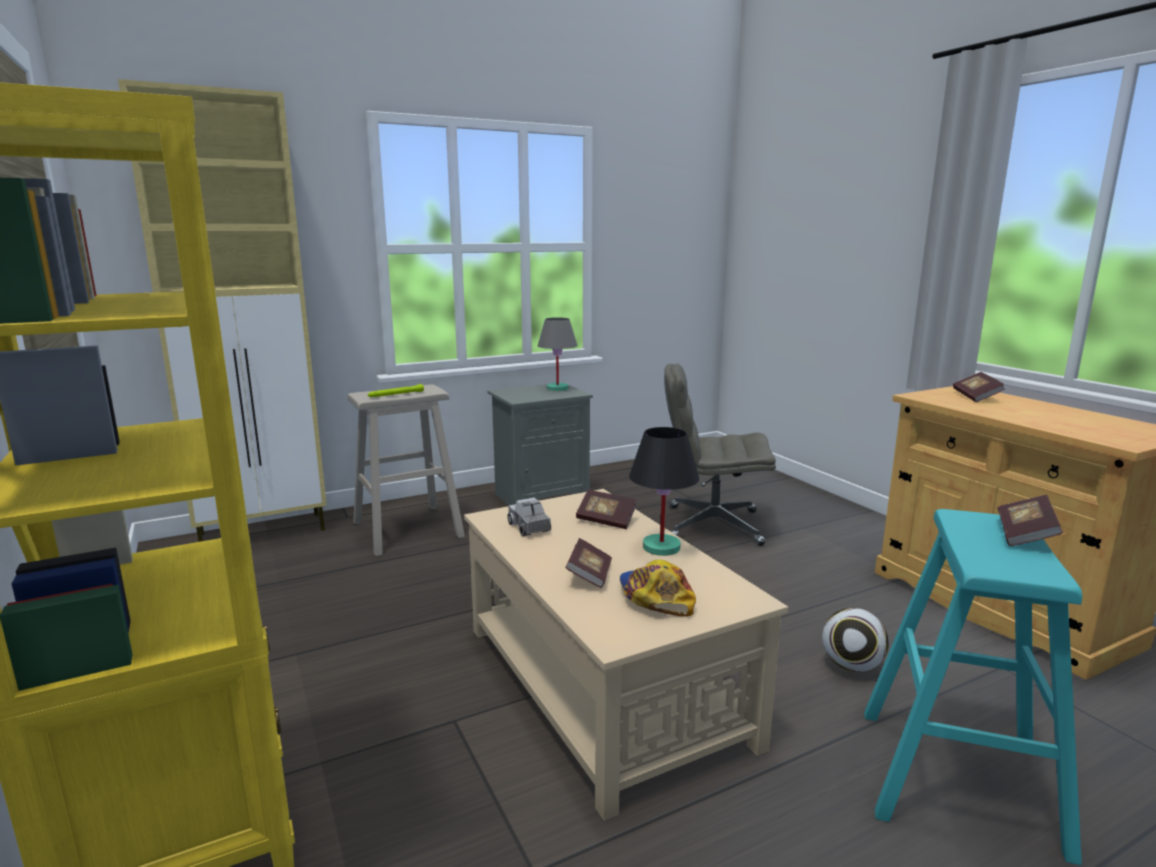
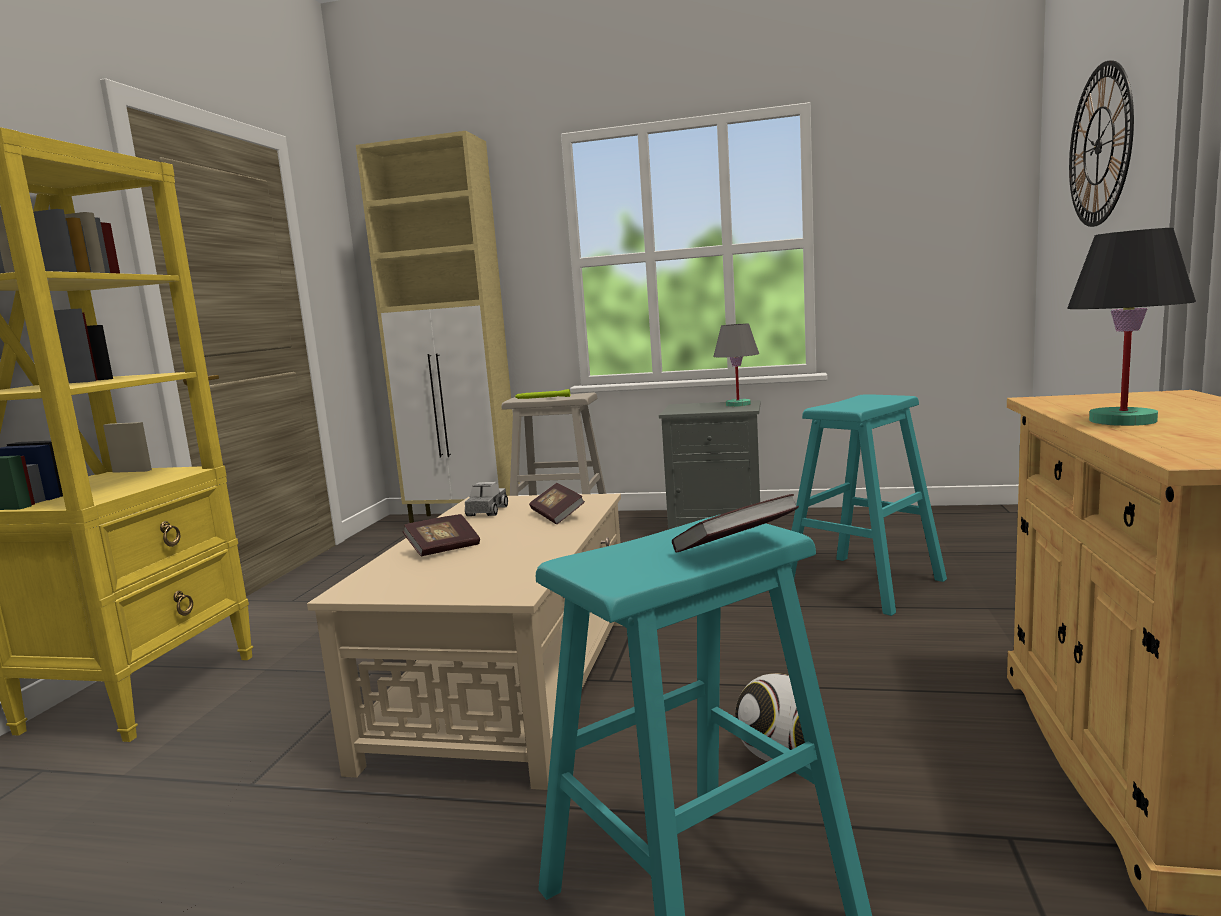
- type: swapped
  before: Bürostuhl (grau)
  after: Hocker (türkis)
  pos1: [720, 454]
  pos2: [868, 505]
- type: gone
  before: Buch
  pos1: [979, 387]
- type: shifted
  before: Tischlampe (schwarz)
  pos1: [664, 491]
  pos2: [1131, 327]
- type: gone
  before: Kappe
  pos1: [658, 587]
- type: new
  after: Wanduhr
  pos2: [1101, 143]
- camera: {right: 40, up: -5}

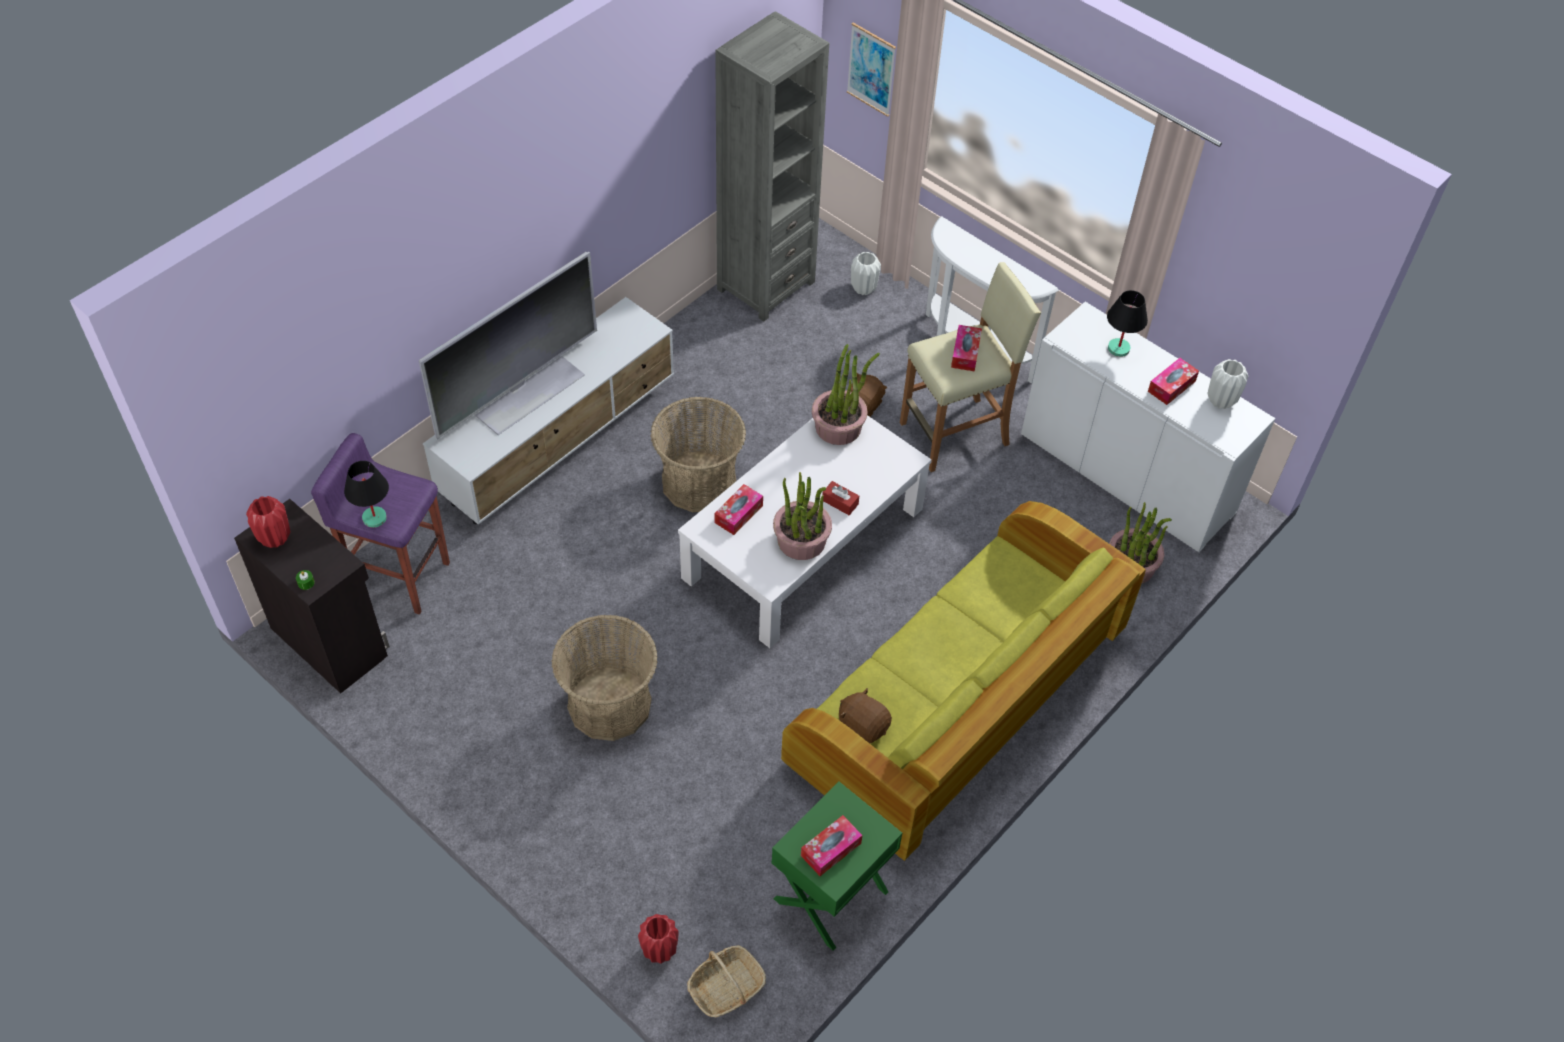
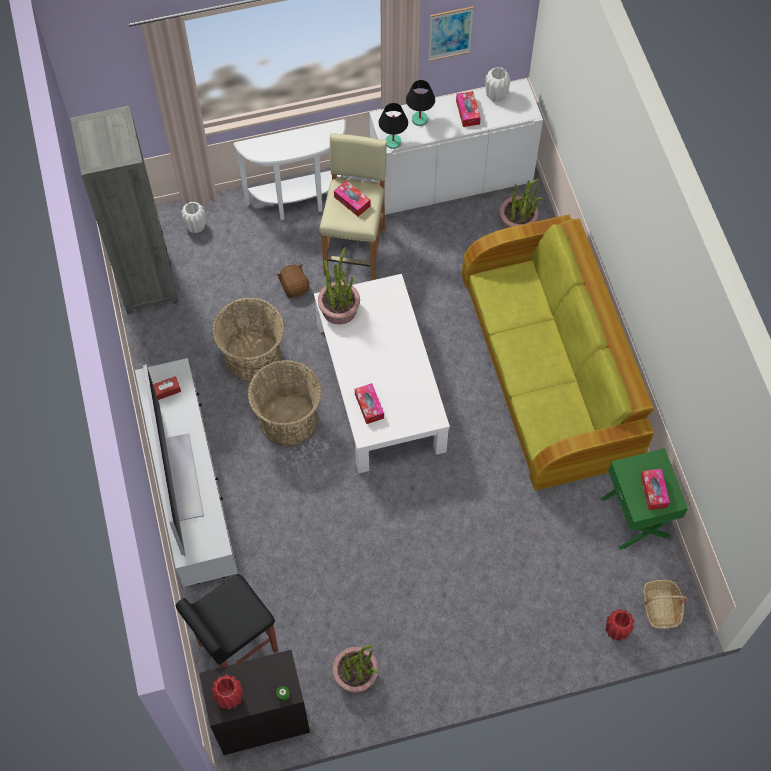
- type: shifted
  before: Bild
  pos1: [871, 70]
  pos2: [451, 33]
- type: repainted
  before: Hocker (lila)
  after: Hocker (schwarz)
  pos1: [380, 523]
  pos2: [227, 621]
- type: shifted
  before: Tischlampe (schwarz)
  pos1: [366, 494]
  pos2: [393, 126]
- type: shifted
  before: Topfpflanze
  pos1: [802, 516]
  pos2: [355, 669]
- type: shifted
  before: Taschentuchbox (rot)
  pos1: [840, 498]
  pos2: [167, 388]
- type: shifted
  before: Korb
  pos1: [604, 677]
  pos2: [248, 339]
- type: gone
  before: Plüschtier (braun)
  pos1: [865, 715]
- camera: {right: -55, up: 10}

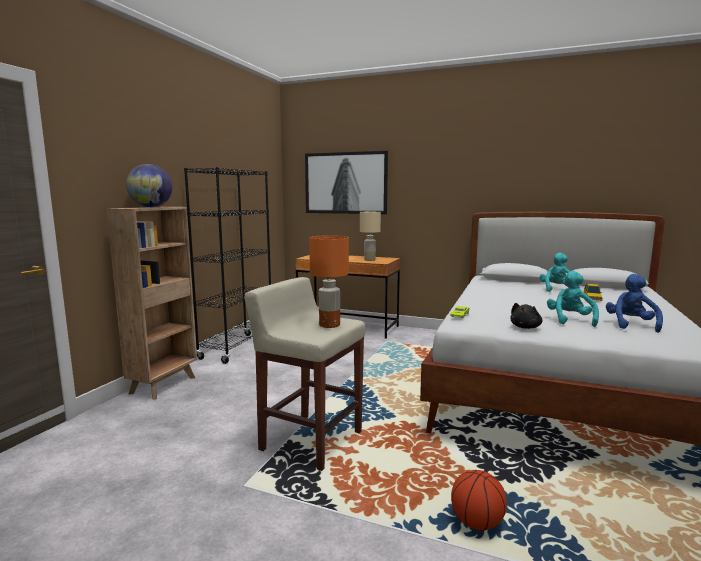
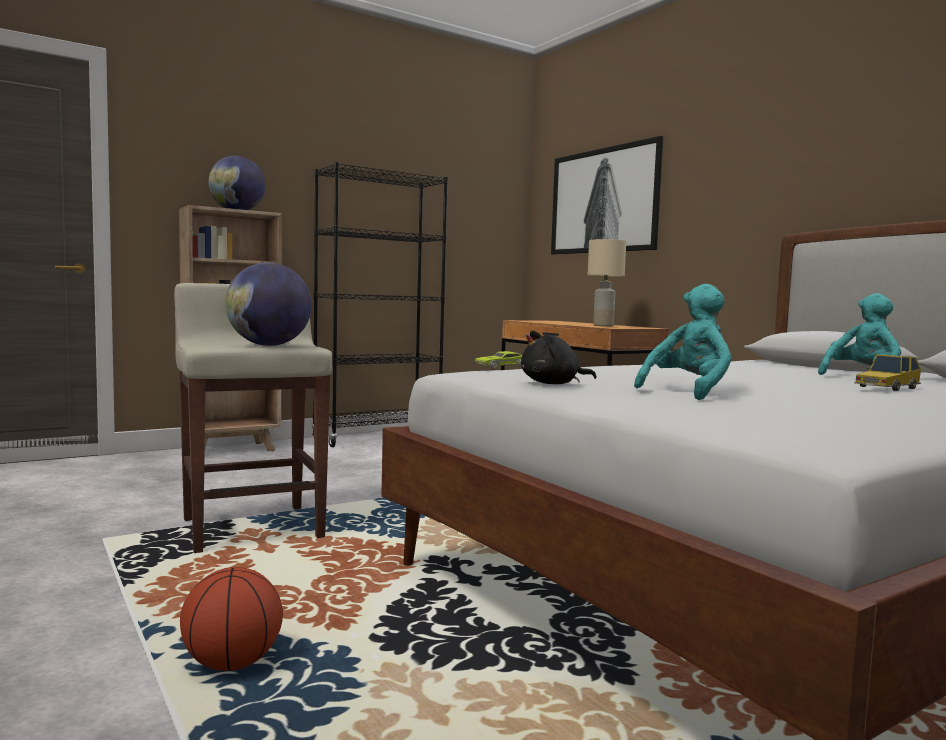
- type: swapped
  before: Tischlampe (orange)
  after: Globus
  pos1: [329, 281]
  pos2: [268, 304]
- type: gone
  before: Plüschtier (blau)
  pos1: [634, 303]
- camera: {right: 35, up: -5}

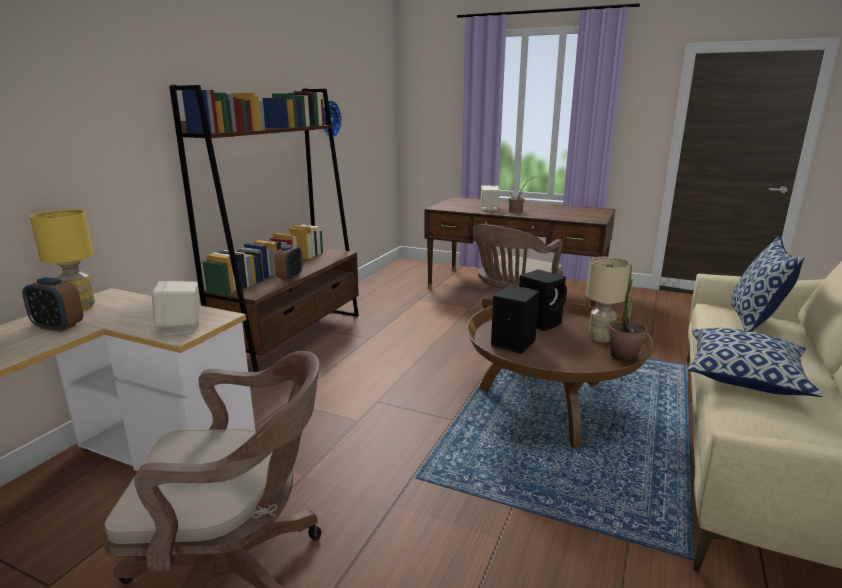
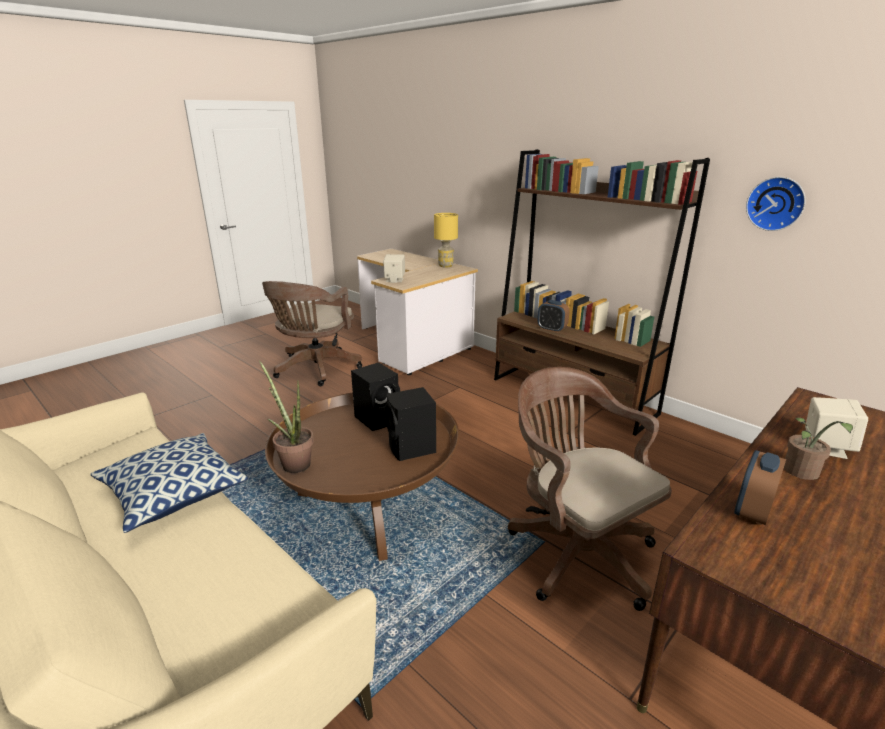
- type: gone
  before: Kissen
  pos1: [767, 284]
- type: gone
  before: Tischlampe (beige)
  pos1: [608, 300]
- type: shifted
  before: Wecker
  pos1: [53, 305]
  pos2: [760, 487]
- camera: {right: 110, up: 5}

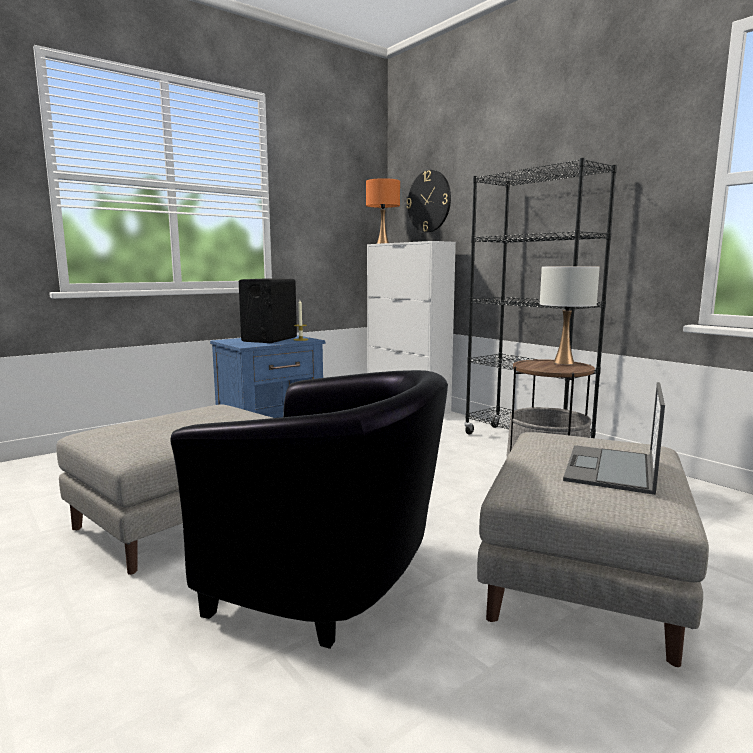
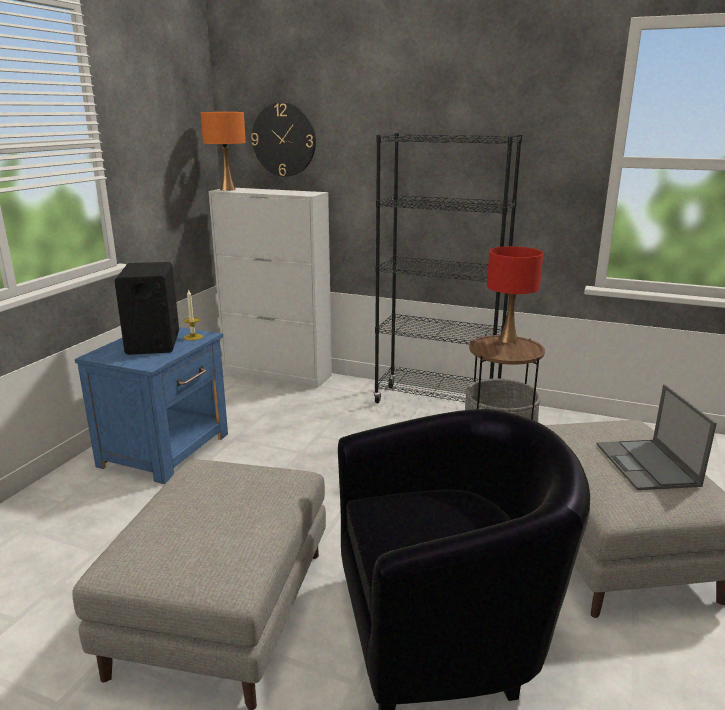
- type: repainted
  before: Tischlampe (weiß)
  after: Tischlampe (rot)
  pos1: [570, 316]
  pos2: [515, 294]
- camera: {right: -30, up: 10}

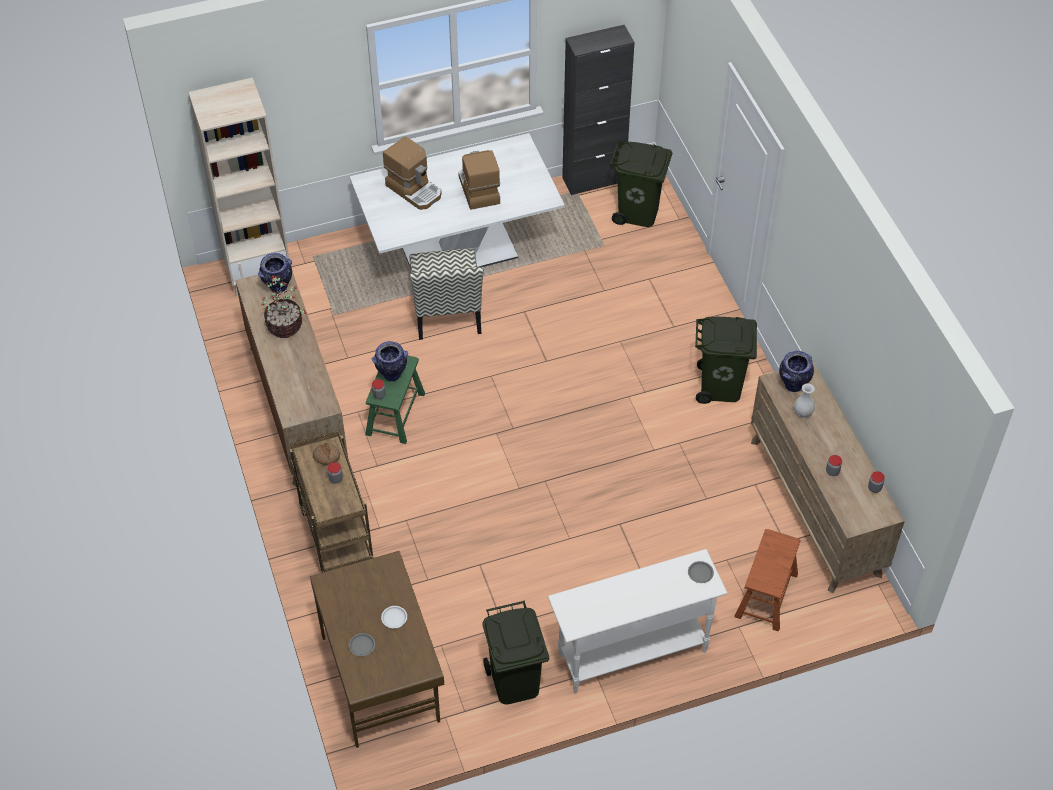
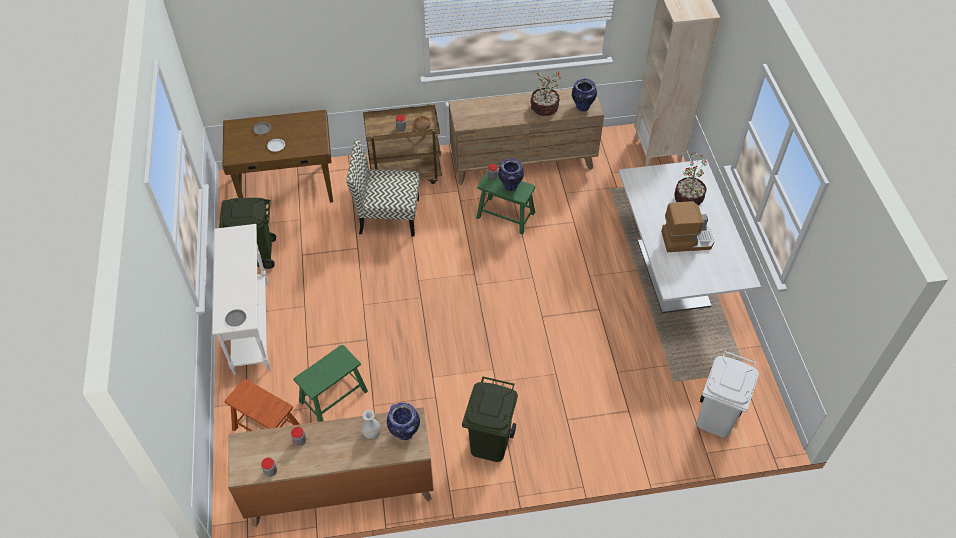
- type: gone
  before: Schrank (schwarz)
  pos1: [598, 110]
- type: swapped
  before: Kaffeemaschine
  after: Topfpflanze
  pos1: [412, 173]
  pos2: [690, 179]
- type: repainted
  before: Mülleimer (grün)
  after: Mülleimer (weiß)
  pos1: [641, 184]
  pos2: [728, 394]
- type: shifted
  before: Stuhl
  pos1: [447, 294]
  pos2: [383, 187]
- type: new
  after: Hocker (grün)
  pos2: [330, 383]
- camera: {right: 100, up: 0}

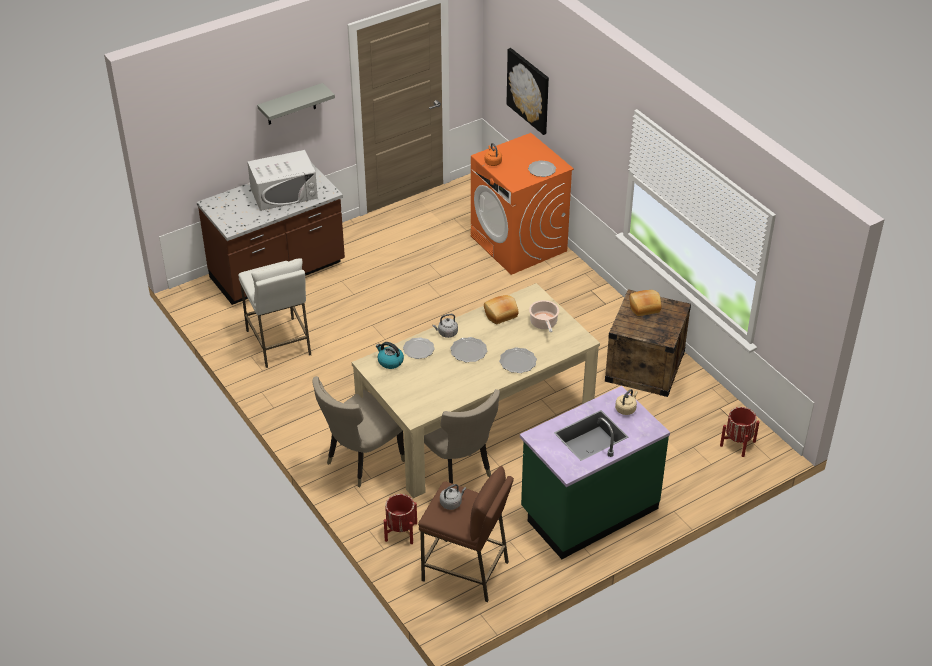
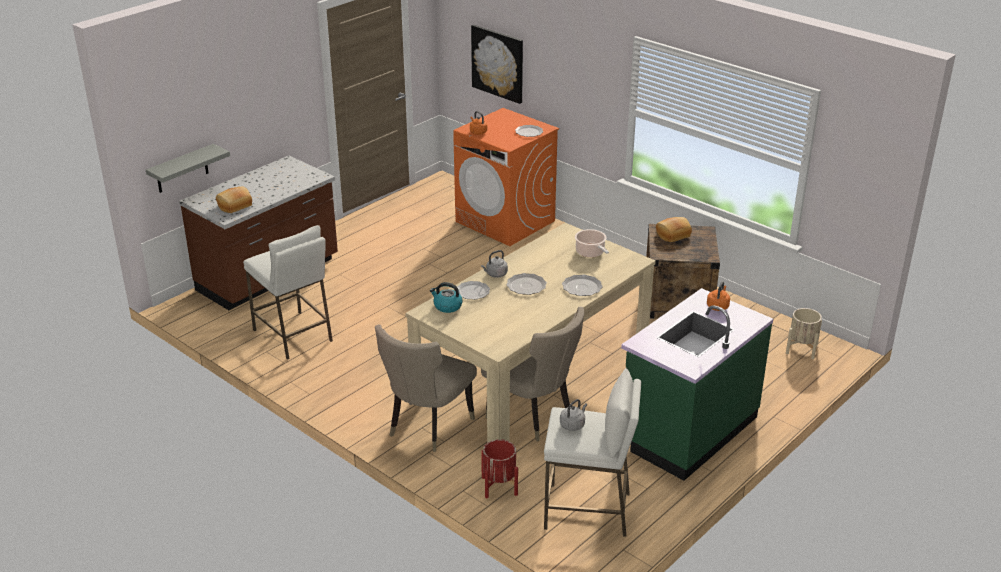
- type: shifted
  before: Wandregal (grau)
  pos1: [296, 104]
  pos2: [188, 168]
- type: gone
  before: Mikrowelle (weiß)
  pos1: [282, 180]
- type: shifted
  before: Brot
  pos1: [501, 309]
  pos2: [234, 200]
- type: repainted
  before: Wasserkessel (beige)
  after: Wasserkessel (orange)
  pos1: [626, 402]
  pos2: [718, 296]
- type: repainted
  before: Pflanzkübel (rot)
  after: Pflanzkübel (beige)
  pos1: [739, 432]
  pos2: [804, 333]
- type: repainted
  before: Hocker (braun)
  after: Hocker (weiß)
  pos1: [466, 534]
  pos2: [592, 452]
- camera: {right: -15, up: -10}

